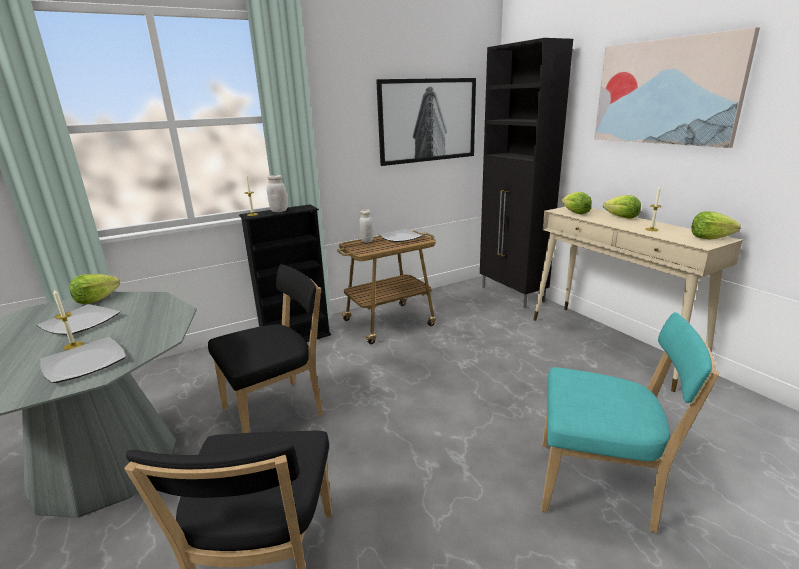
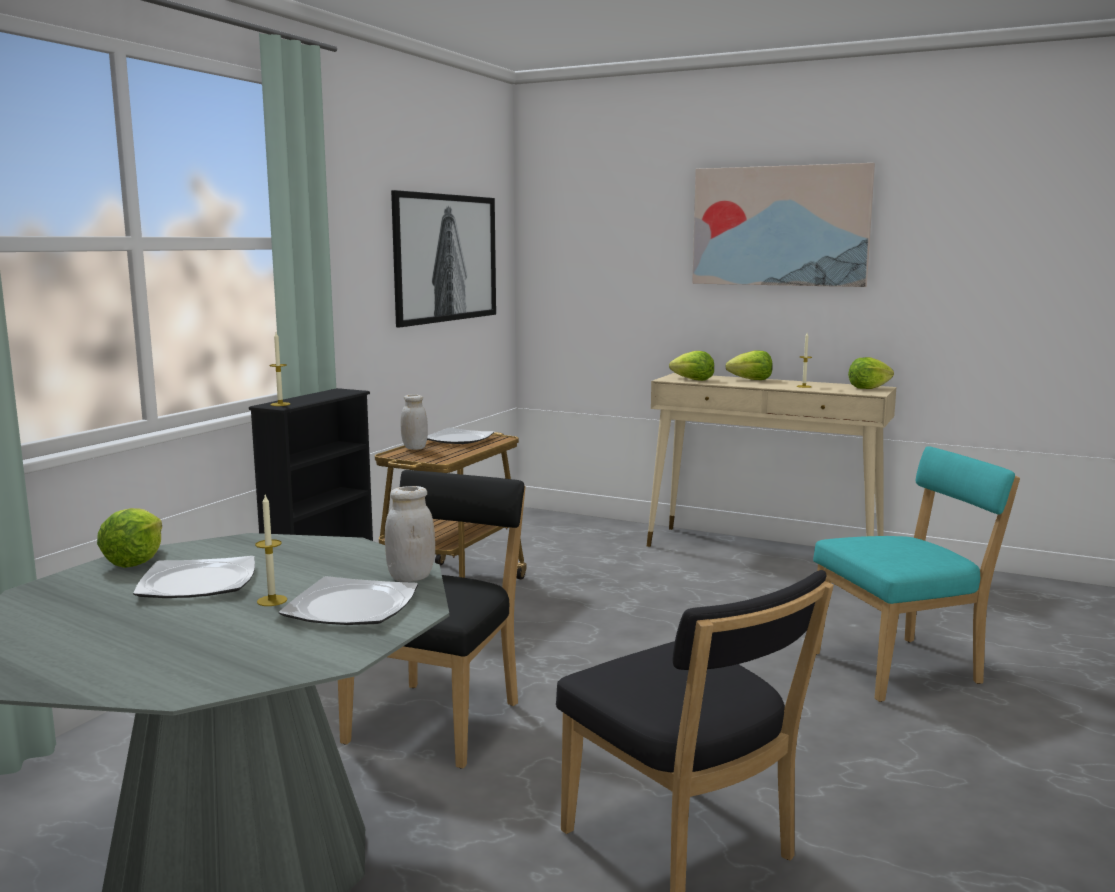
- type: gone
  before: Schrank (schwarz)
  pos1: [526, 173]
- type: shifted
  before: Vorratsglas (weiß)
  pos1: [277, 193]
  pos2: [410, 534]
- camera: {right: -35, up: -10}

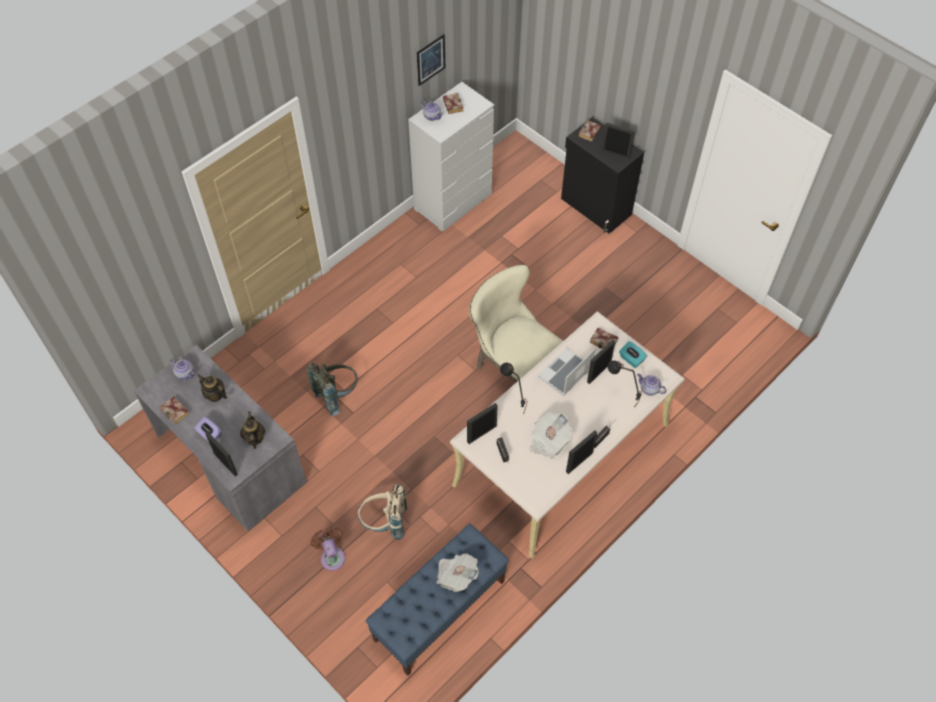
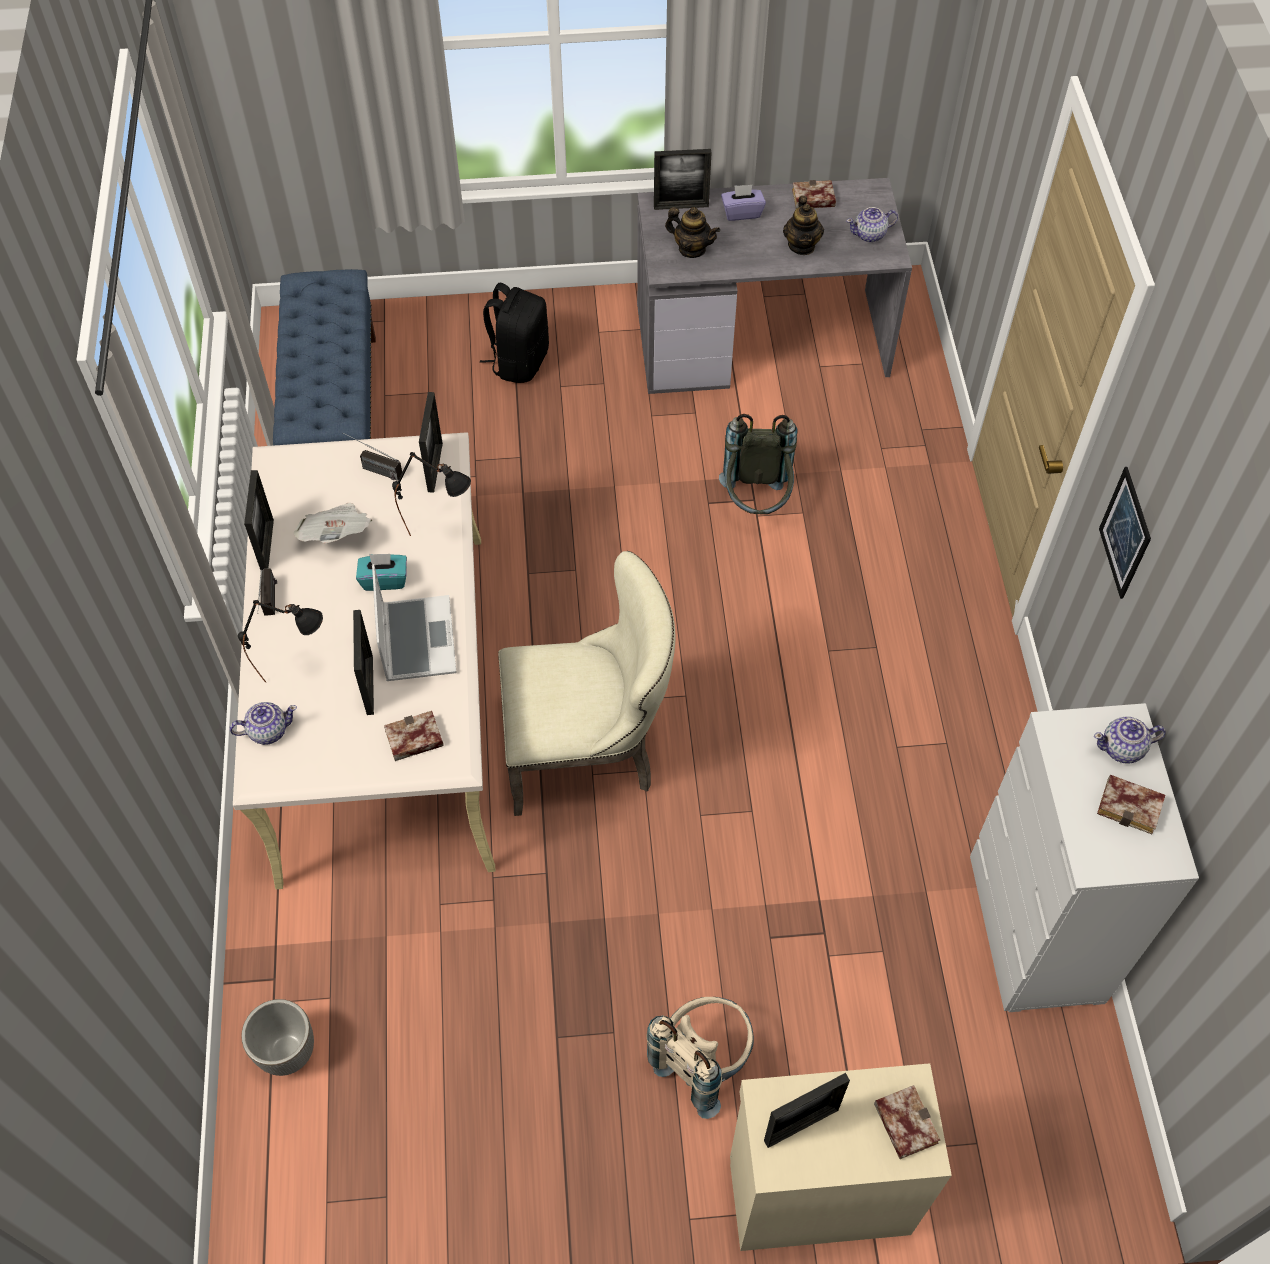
- type: shifted
  before: Bild
  pos1: [431, 60]
  pos2: [1125, 533]
- type: repainted
  before: Schrank (schwarz)
  after: Schrank (beige)
  pos1: [602, 175]
  pos2: [841, 1157]
- type: shifted
  before: Taschentuchbox (türkis)
  pos1: [633, 354]
  pos2: [381, 572]
- type: rotated
  before: Teekanne
  pos1: [212, 388]
  pos2: [803, 225]
  turn: 105
- type: shifted
  before: Rucksack (beige)
  pos1: [382, 512]
  pos2: [700, 1058]
- type: swapped
  before: Ventilator (braun)
  after: Rucksack (schwarz)
  pos1: [328, 549]
  pos2: [514, 333]
- type: gone
  before: Zeitung
  pos1: [457, 572]
- type: new
  after: Pflanzkübel
  pos2: [277, 1037]
- camera: {right: 130, up: 0}

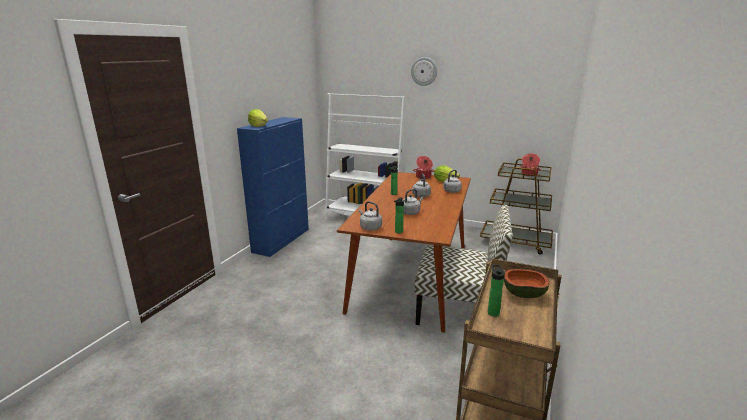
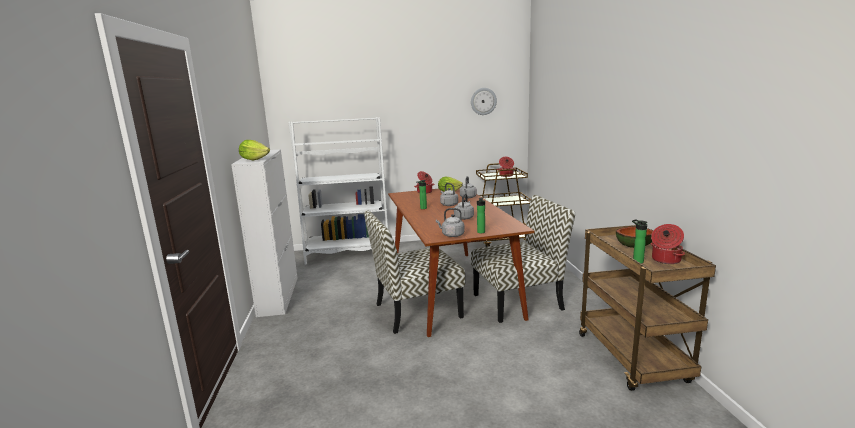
- type: shifted
  before: Wanduhr
  pos1: [424, 71]
  pos2: [484, 101]
- type: repainted
  before: Schrank (blau)
  after: Schrank (weiß)
  pos1: [273, 187]
  pos2: [264, 233]
- type: new
  after: Stuhl
  pos2: [414, 272]
- type: new
  after: Kochtopf
  pos2: [668, 244]
- camera: {right: -30, up: -5}

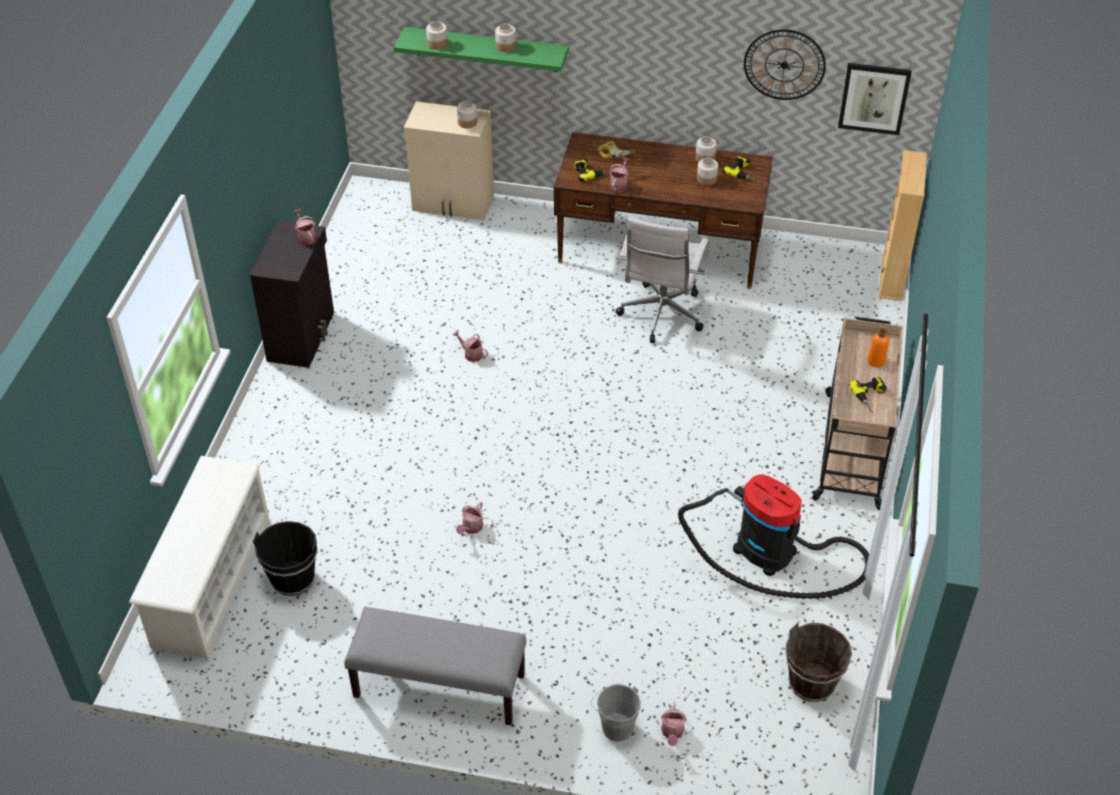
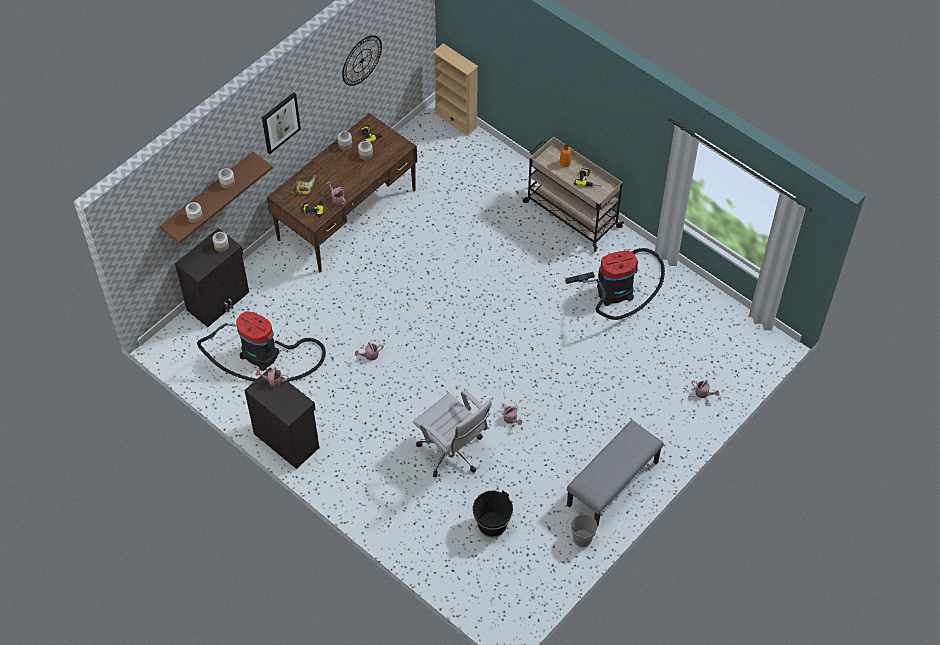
- type: repainted
  before: Wandregal (grün)
  after: Wandregal (braun)
  pos1: [481, 49]
  pos2: [216, 198]
- type: shifted
  before: Bild
  pos1: [875, 99]
  pos2: [281, 123]
- type: repainted
  before: Schrank (beige)
  after: Schrank (schwarz)
  pos1: [449, 160]
  pos2: [212, 277]
- type: shifted
  before: Bürostuhl (weiß)
  pos1: [662, 280]
  pos2: [452, 433]
- type: gone
  before: Schuhregal (weiß)
  pos1: [199, 558]
- type: gone
  before: Eimer (braun)
  pos1: [818, 662]
- type: shifted
  before: Eimer (grau)
  pos1: [616, 713]
  pos2: [581, 529]
- type: new
  after: Staubsauger
  pos2: [261, 346]
- camera: {right: -60, up: 10}

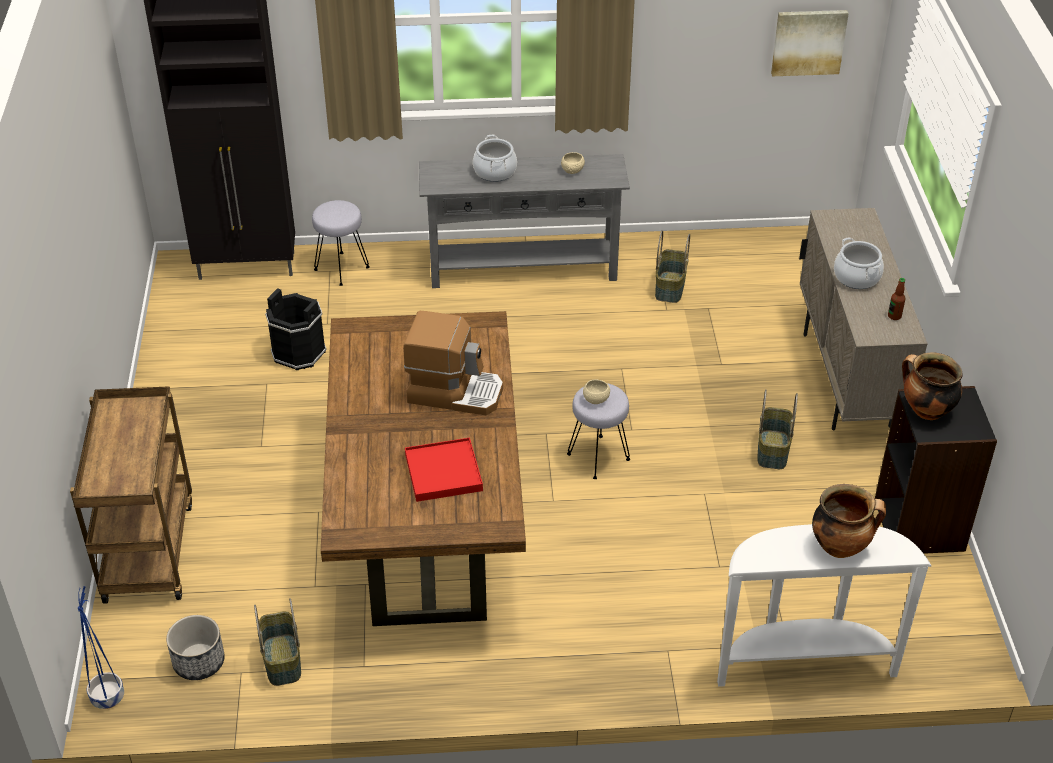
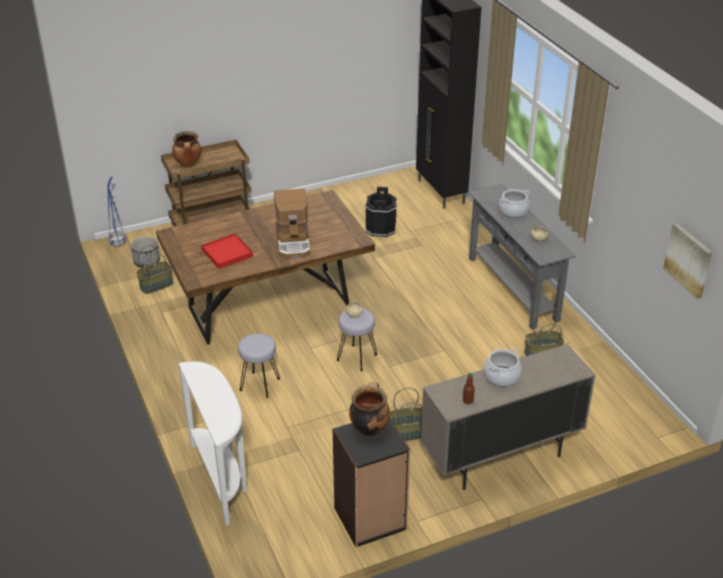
- type: shifted
  before: Hocker (grau)
  pos1: [341, 243]
  pos2: [259, 365]
- type: shifted
  before: Kochtopf
  pos1: [849, 521]
  pos2: [186, 149]
- camera: {right: 70, up: -5}

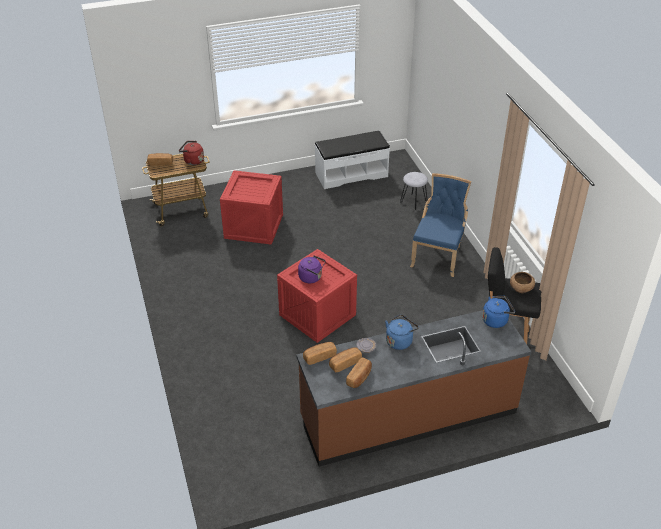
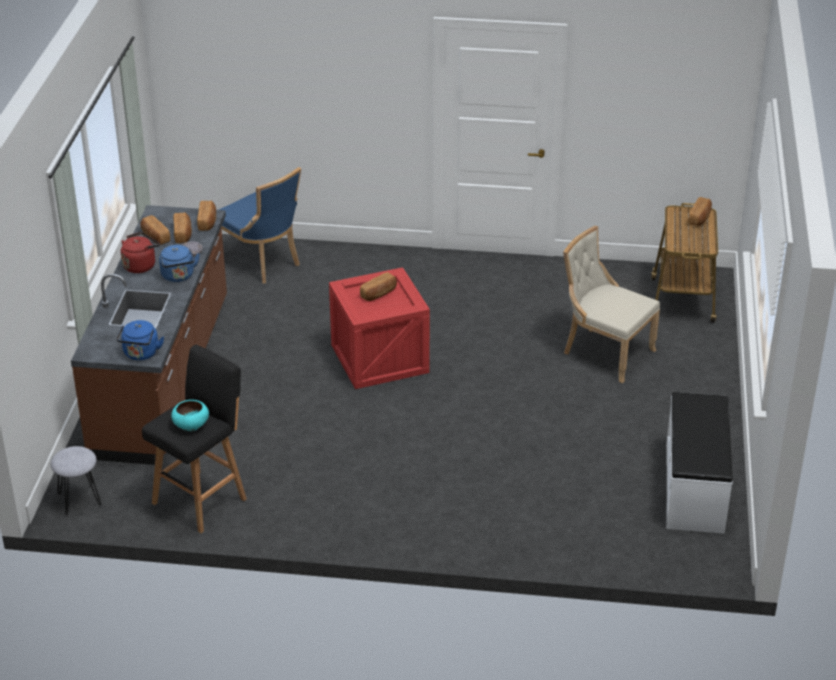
- type: shifted
  before: Wasserkessel (rot)
  pos1: [191, 153]
  pos2: [140, 252]
- type: swapped
  before: Kiste
  after: Stuhl (beige)
  pos1: [251, 207]
  pos2: [611, 304]
- type: shifted
  before: Hocker (grau)
  pos1: [414, 191]
  pos2: [76, 481]
- type: shifted
  before: Stuhl (blau)
  pos1: [440, 225]
  pos2: [260, 225]
- type: swapped
  before: Wasserkessel (lila)
  after: Brot
  pos1: [312, 269]
  pos2: [378, 286]
- type: repainted
  before: Schüssel (braun)
  after: Schüssel (türkis)
  pos1: [522, 282]
  pos2: [190, 415]
- camera: {right: 115, up: -5}

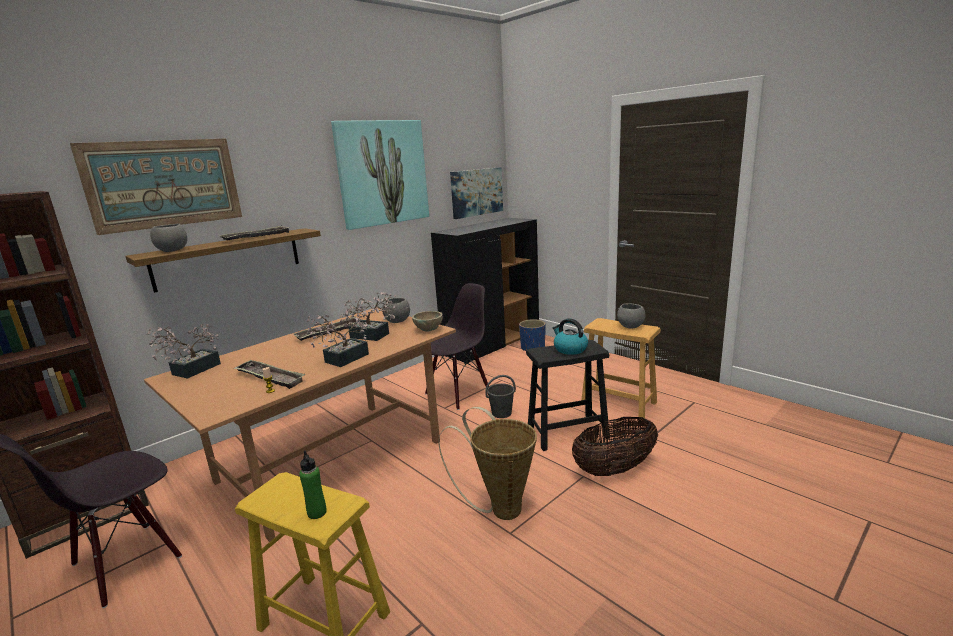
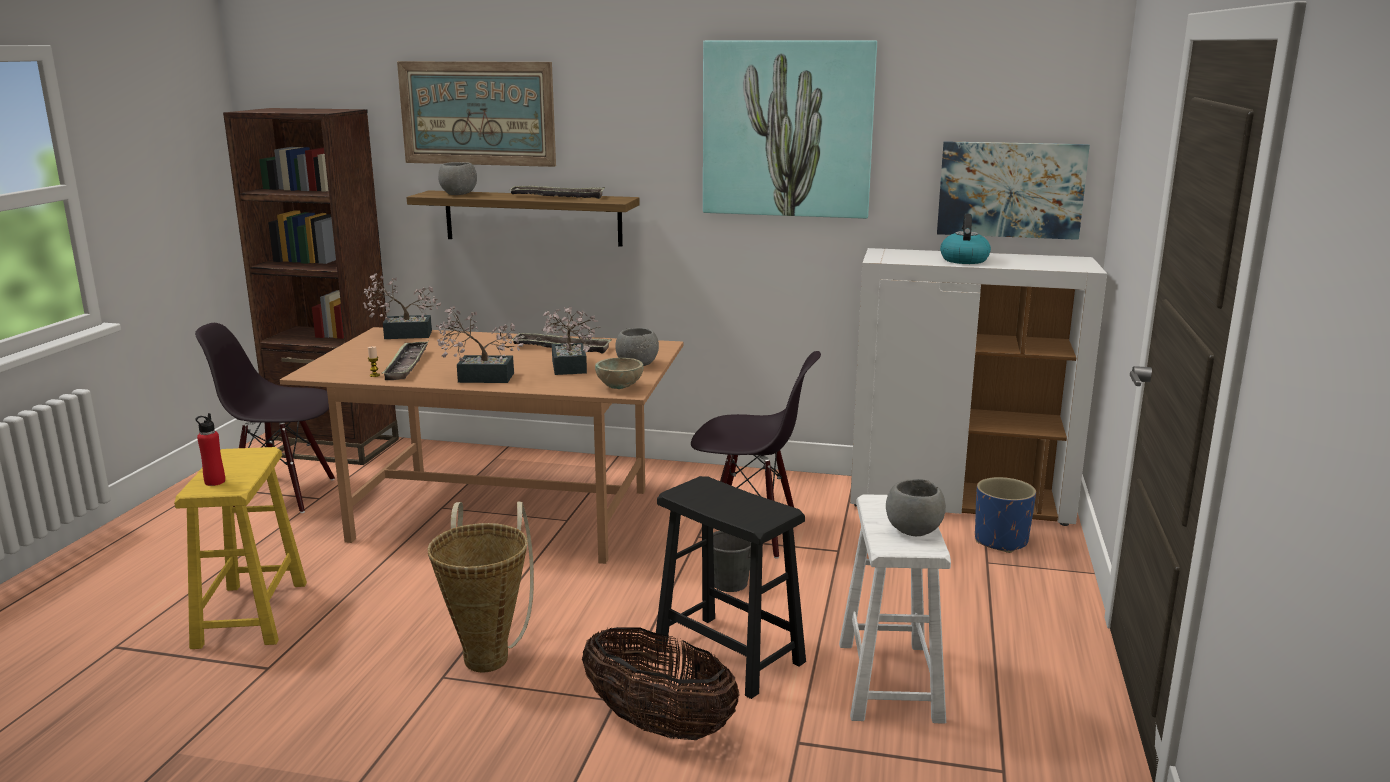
- type: repainted
  before: Schrank (schwarz)
  after: Schrank (weiß)
  pos1: [485, 291]
  pos2: [978, 387]
- type: shifted
  before: Wasserkessel
  pos1: [570, 336]
  pos2: [965, 239]
- type: repainted
  before: Hocker (braun)
  after: Hocker (weiß)
  pos1: [621, 368]
  pos2: [895, 609]
- type: repainted
  before: Flasche (grün)
  after: Flasche (rot)
  pos1: [313, 484]
  pos2: [210, 449]
- camera: {right: 55, up: 0}

